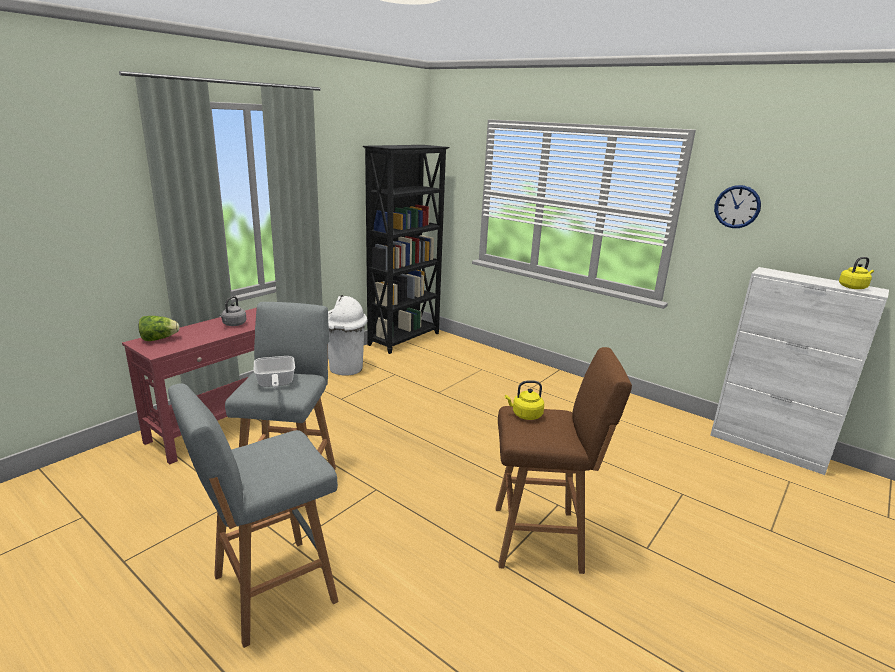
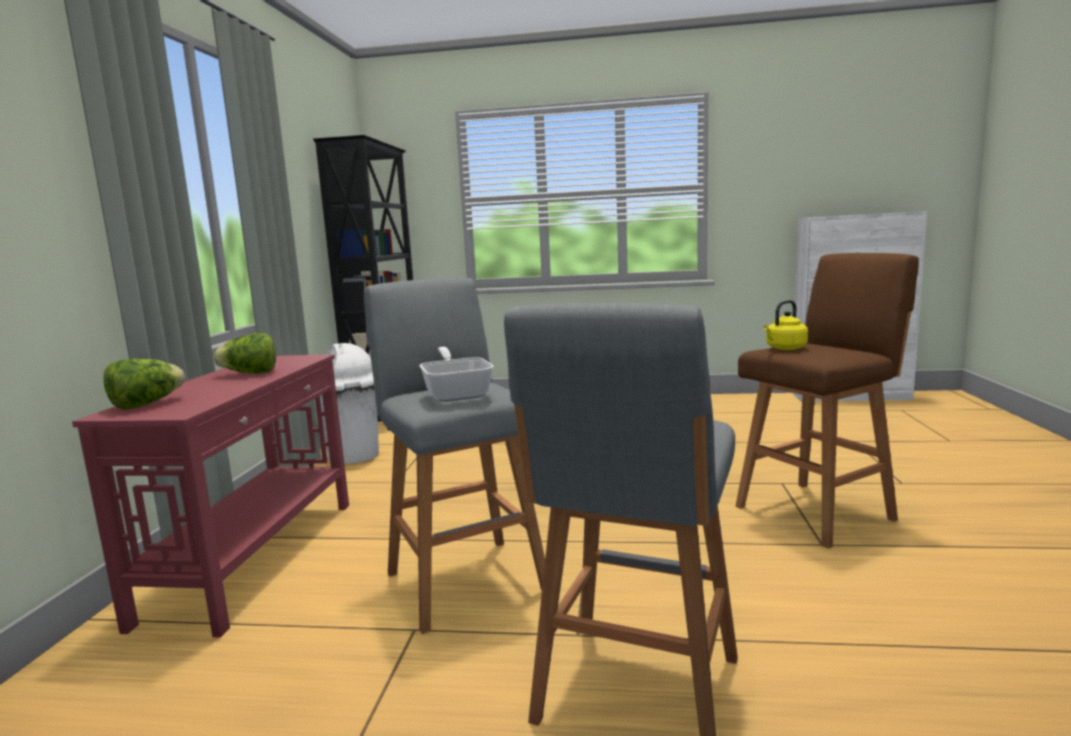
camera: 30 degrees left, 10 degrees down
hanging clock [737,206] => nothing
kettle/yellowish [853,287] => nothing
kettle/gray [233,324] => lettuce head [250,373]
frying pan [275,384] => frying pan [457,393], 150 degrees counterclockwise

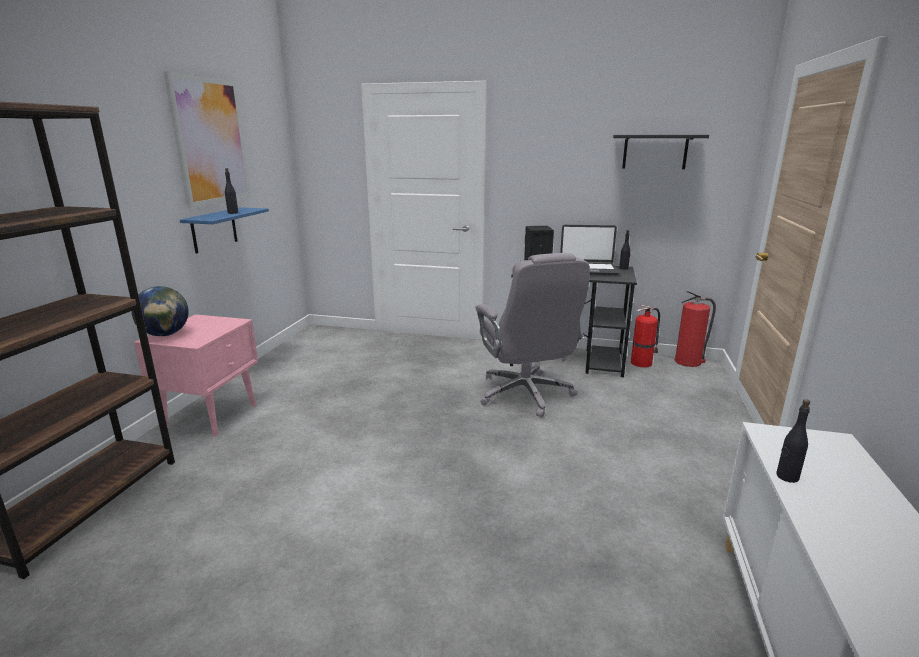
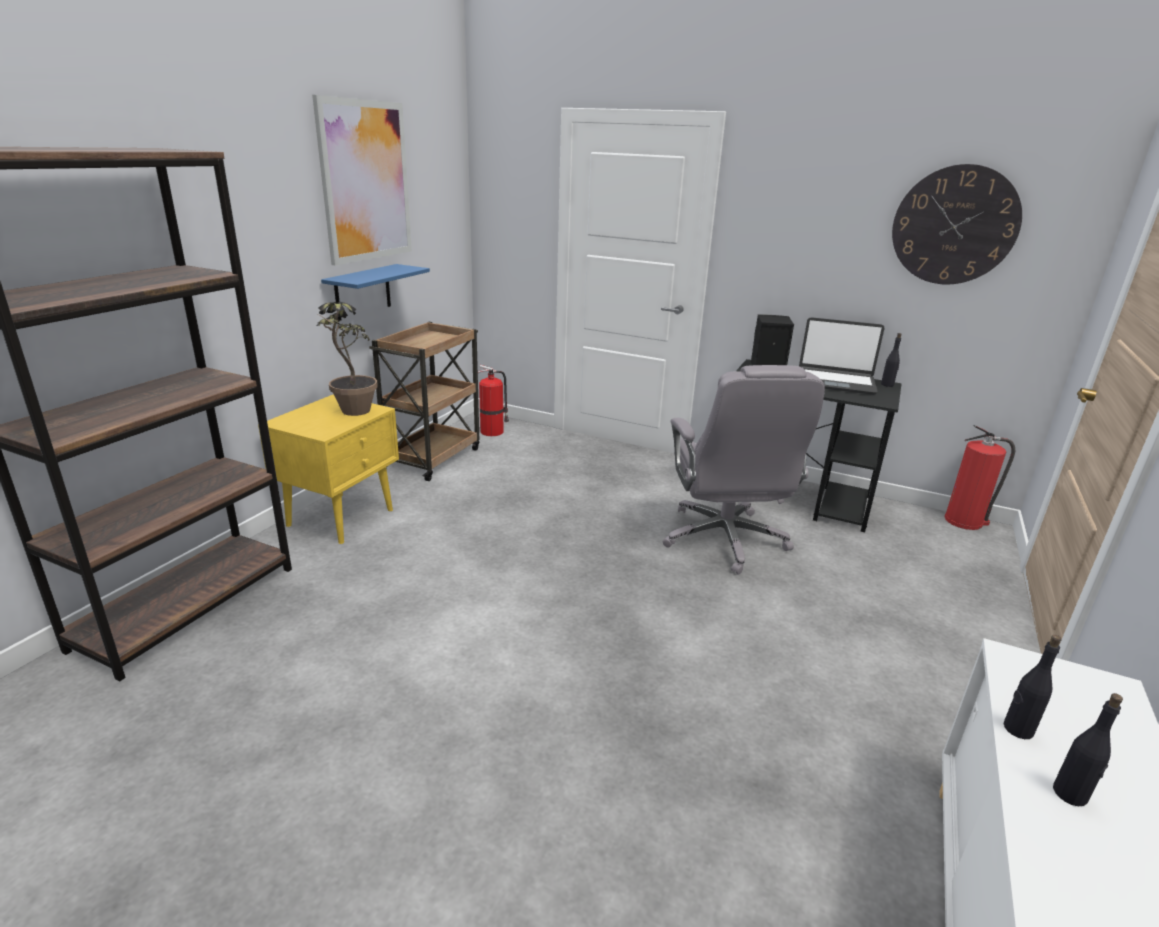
camera: 10 degrees right, 5 degrees up
wall shelf/black-coloured [655,151] => hanging clock [954,225]
drink bottle/black-coloured [233,213] => drink bottle/black-coloured [1070,794], move
globe [165,335] => nothing
extinguisher [642,363] => extinguisher [493,431], move
night table/pink [212,415] => night table/yellowish [342,517]
nothing => plant in a pot [352,414]
nothing => trolley/brown [433,457]

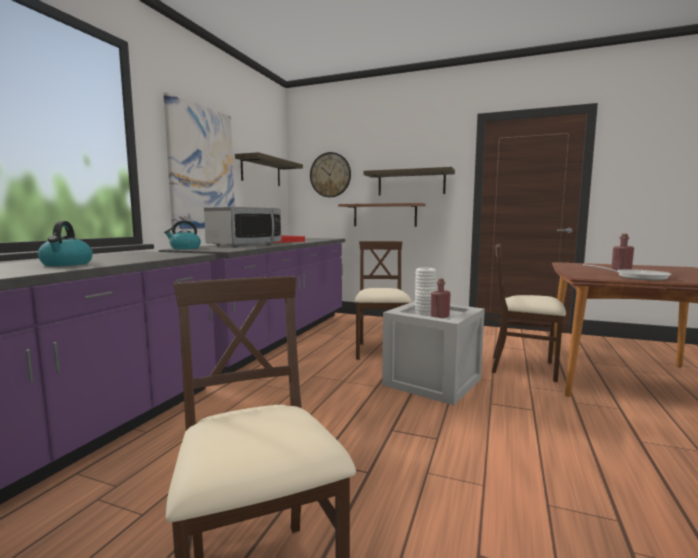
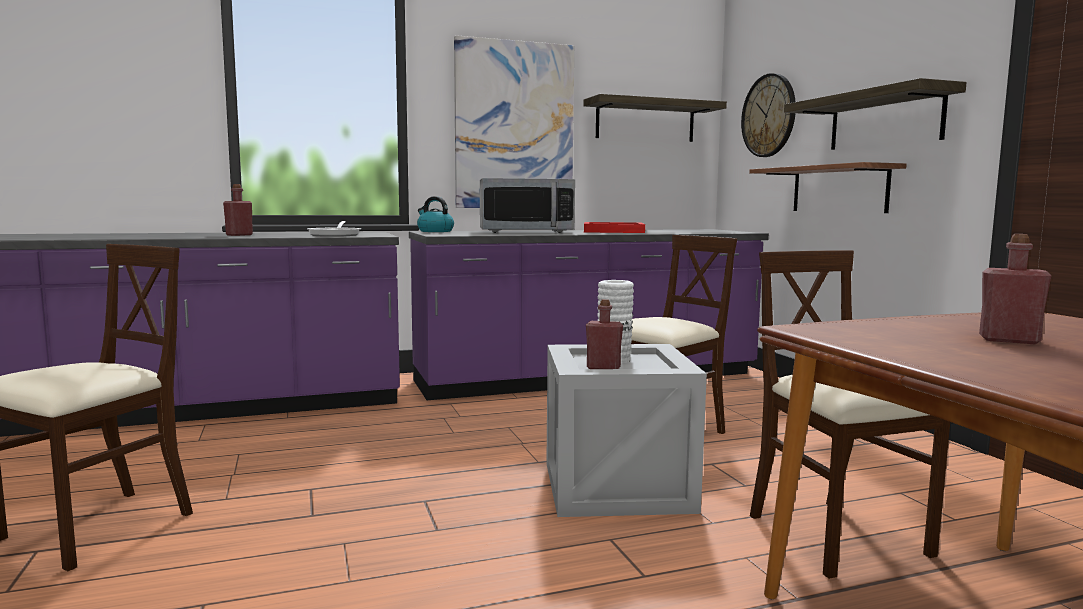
camera: 50 degrees right, 0 degrees up
kettle [66,264] => drink bottle/reddish [239,235]
frying pan [636,277] => frying pan [336,235], move

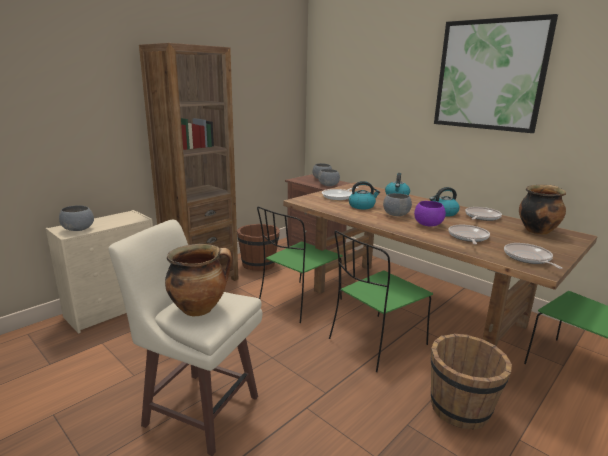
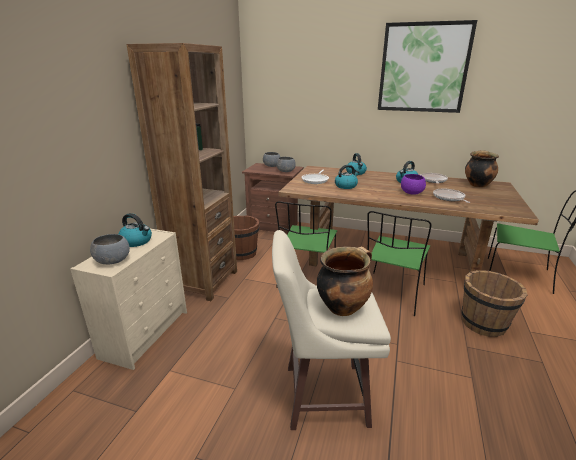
camera: 25 degrees left, 5 degrees up
deep dish/gray [396,214] => nothing
frying pan [528,258] => nothing
nothing => kettle [137,241]

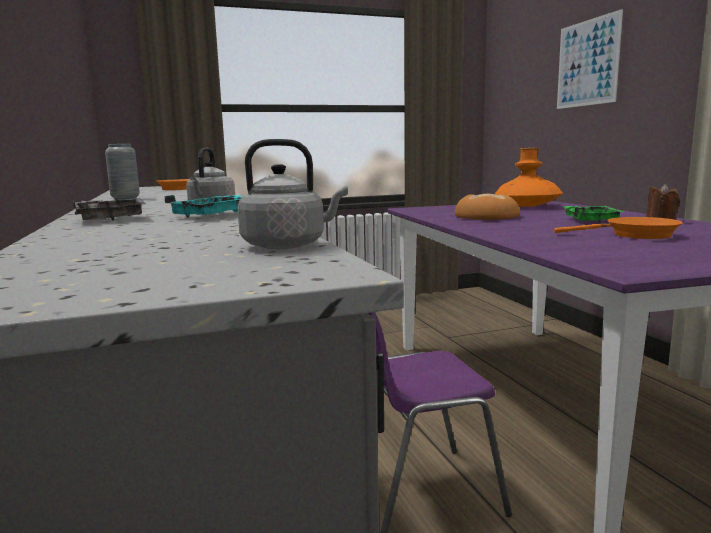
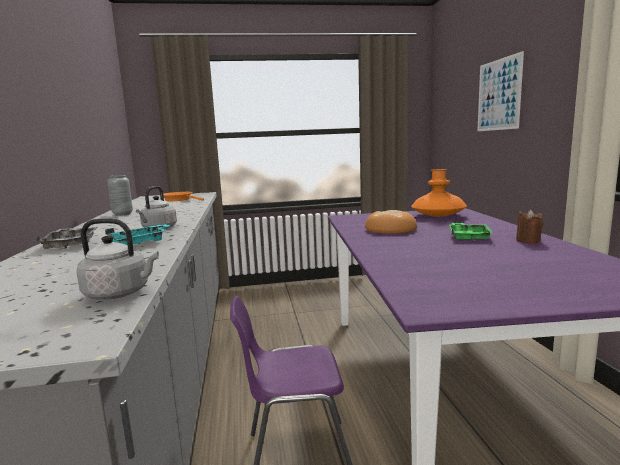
camera: 10 degrees right, 0 degrees up
frying pan/orangey [635,235] => nothing

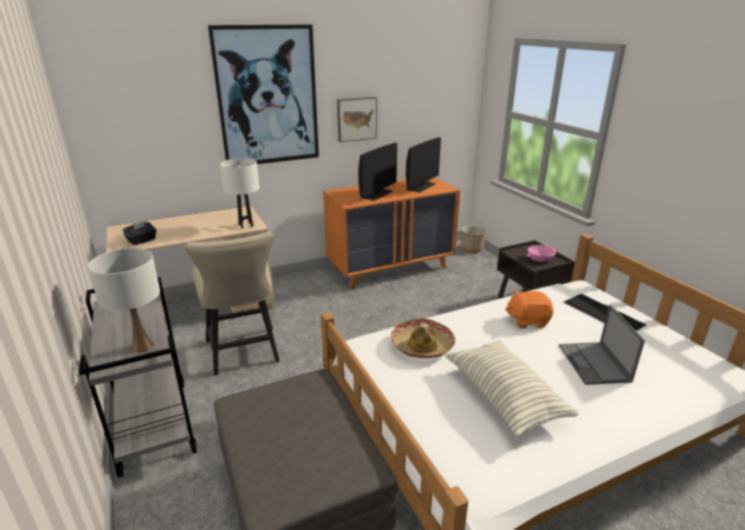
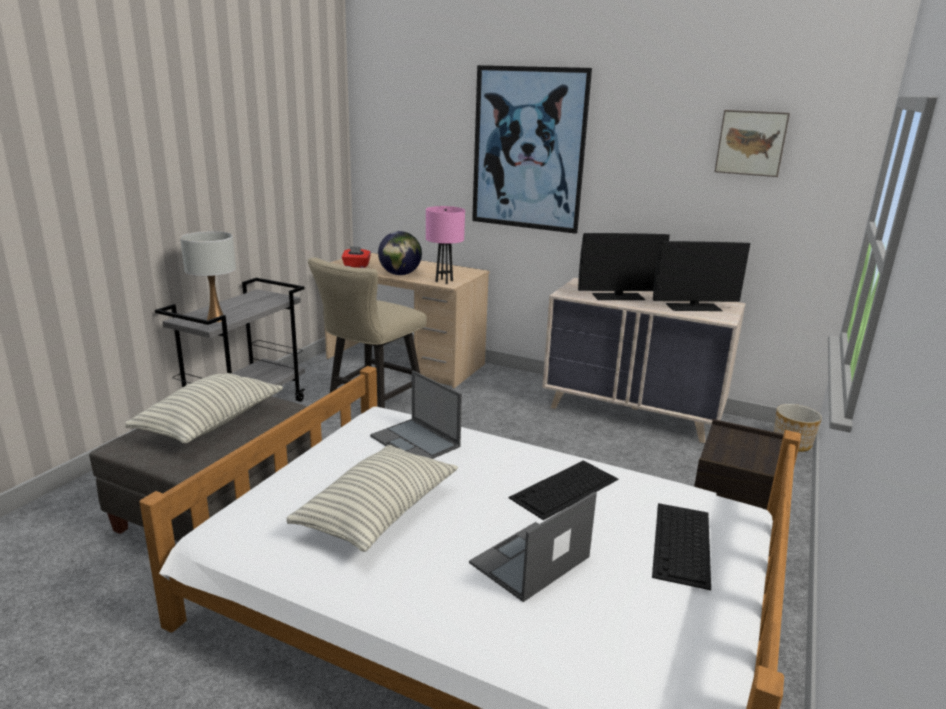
camera: 50 degrees right, 5 degrees down
wall art [356,119] => wall art [751,143], move
lamp for a table/white [246,225] => lamp for a table/pink [444,281]
chest of drawers/orangey [390,268] => chest of drawers/beige-coloured [633,412]
tissue holder/black-coloured [142,241] => tissue holder/reddish [356,266]
deep dish/pink [540,259] => nothing
cuddly toy/orangey [527,320] => computer keyboard [564,489]
clothing hat [422,345] => laptop [416,442]
nothing => globe [400,274]
nothing => cushion [211,423]

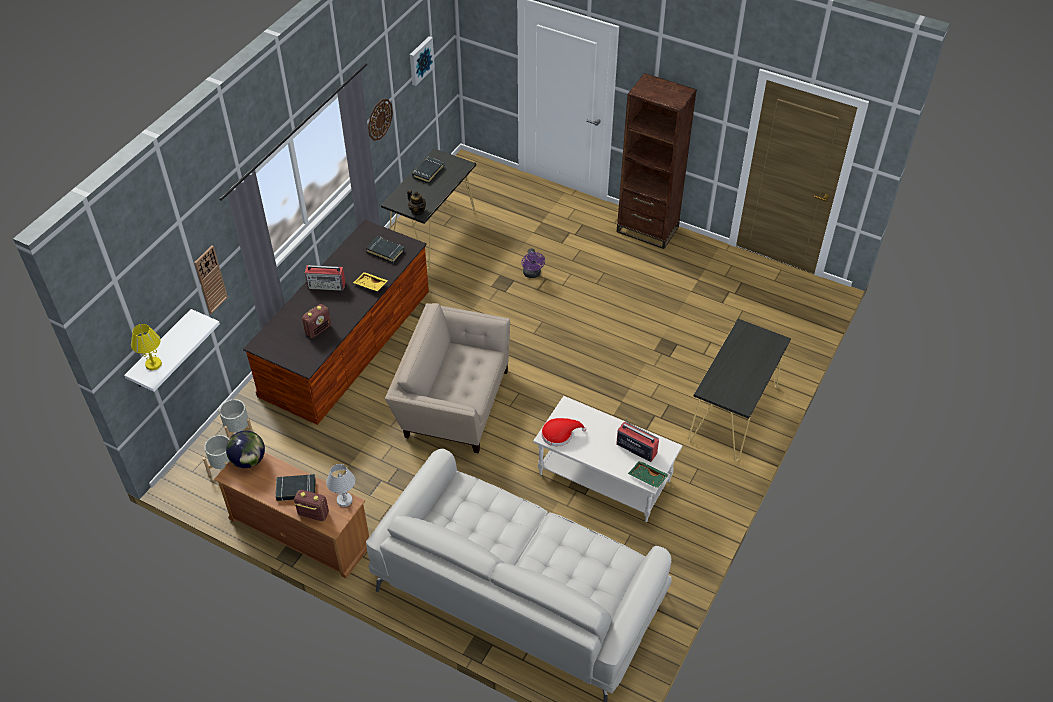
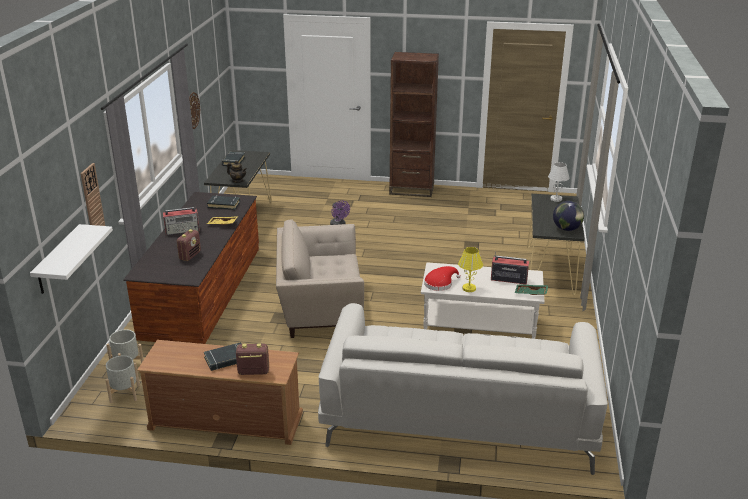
camera: 20 degrees left, 20 degrees down
wall art [420,60] => nothing
lamp for a table/yellowish [153,364] => lamp for a table/yellowish [469,288], move
globe [249,460] => globe [567,229], move
lamp for a table/white [344,500] => lamp for a table/white [556,199], move

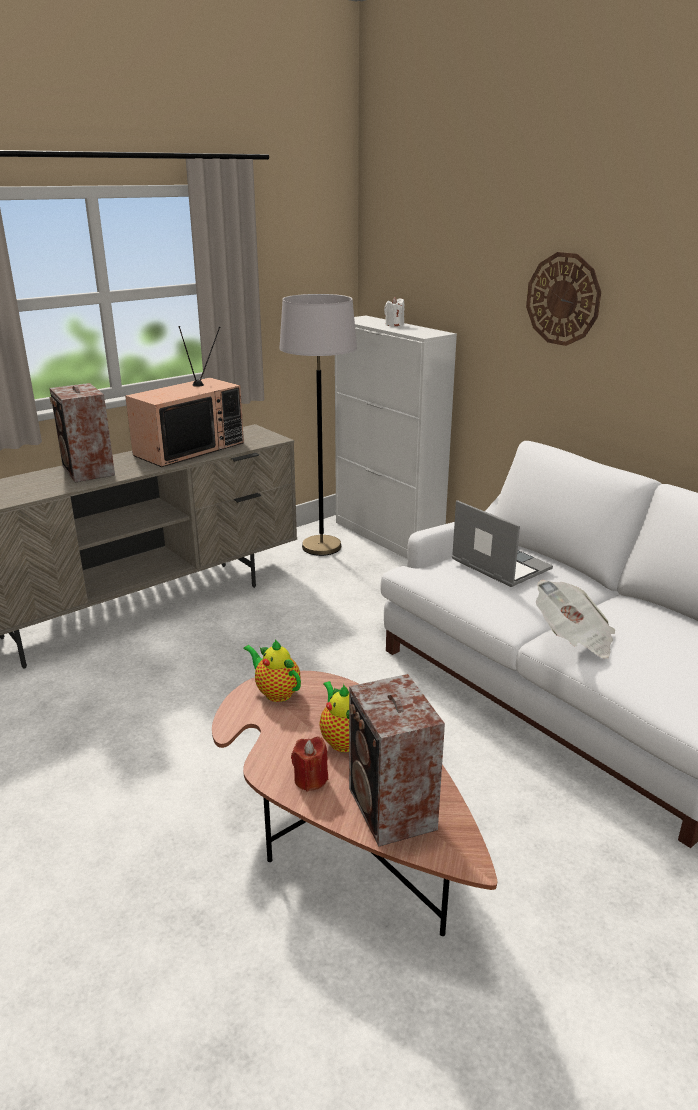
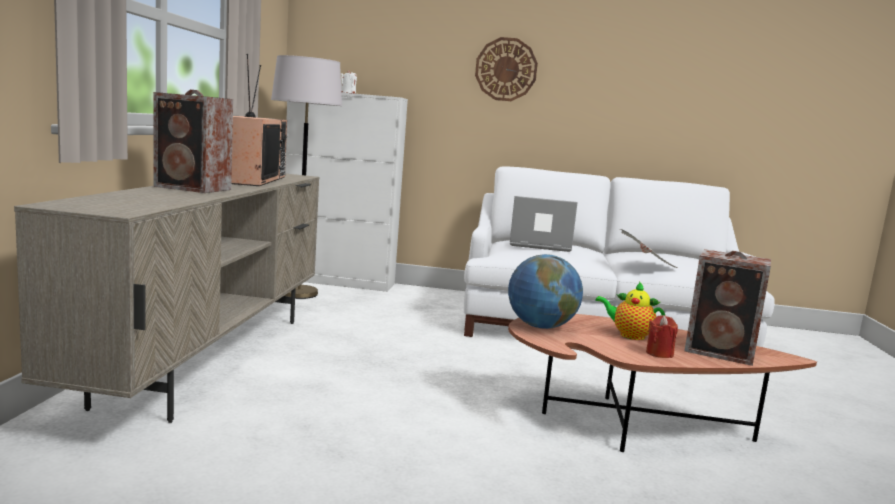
camera: 45 degrees left, 15 degrees down
tea pot [276,692] => globe [541,326]

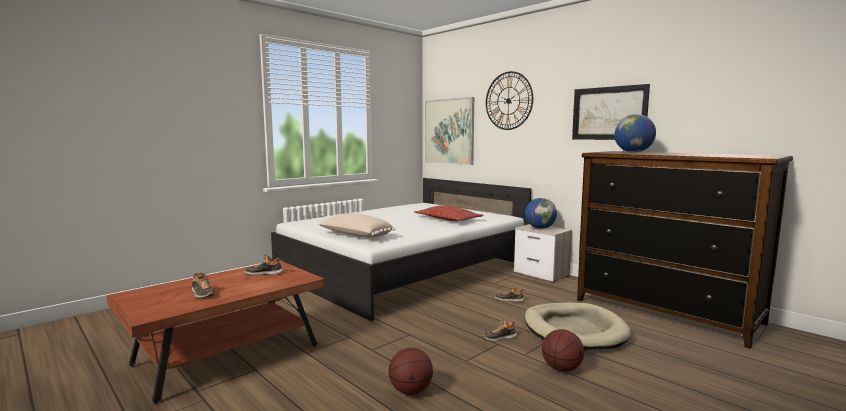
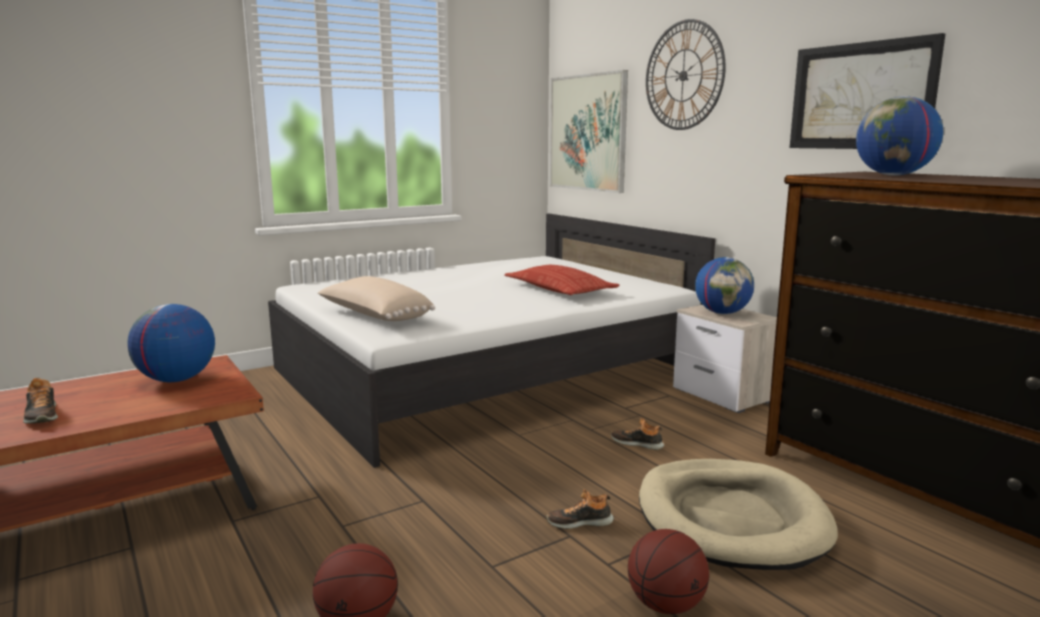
camera: 10 degrees right, 5 degrees up
item of footwear [264,273] => globe [176,380]

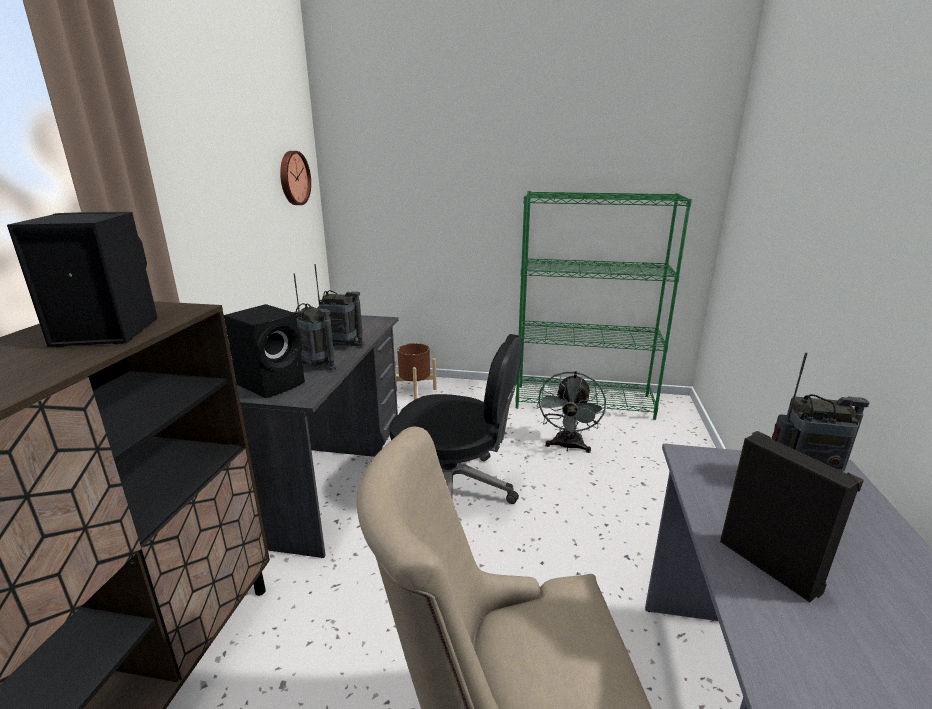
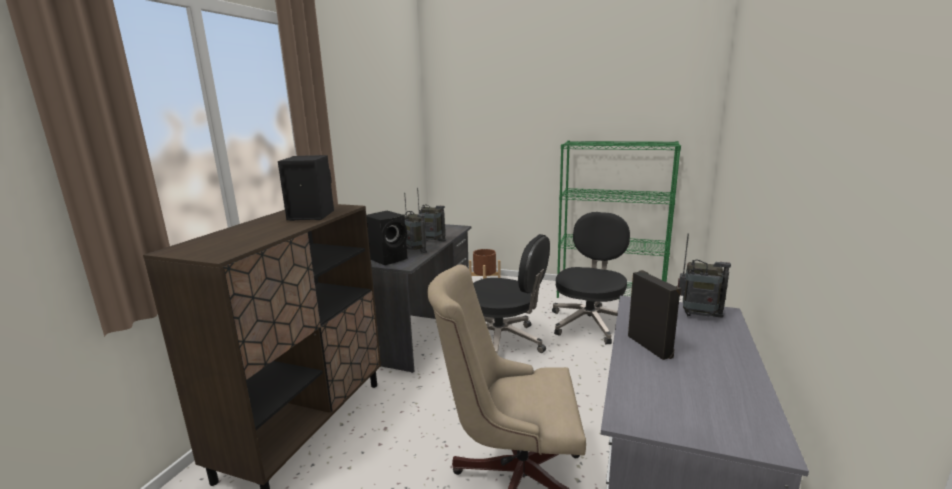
camera: 10 degrees right, 5 degrees down
hanging clock [293,178] => nothing
cooling fan/gray [568,447] => office chair/black-coloured [589,323]

